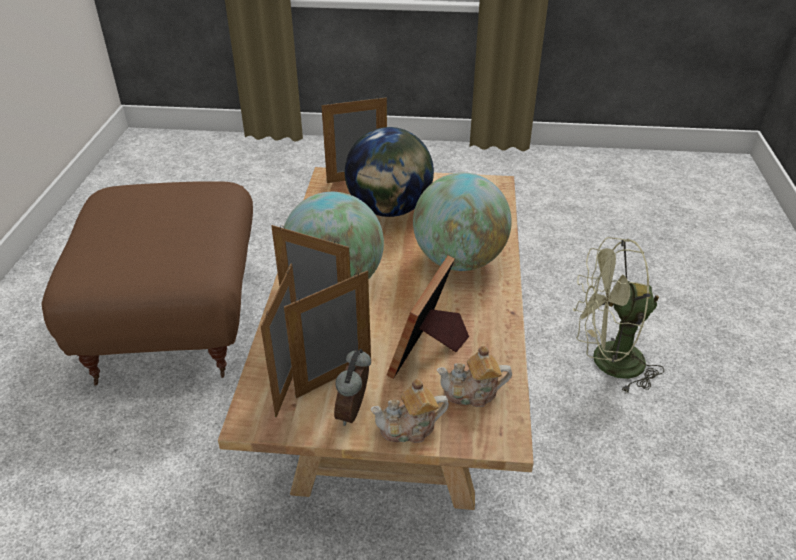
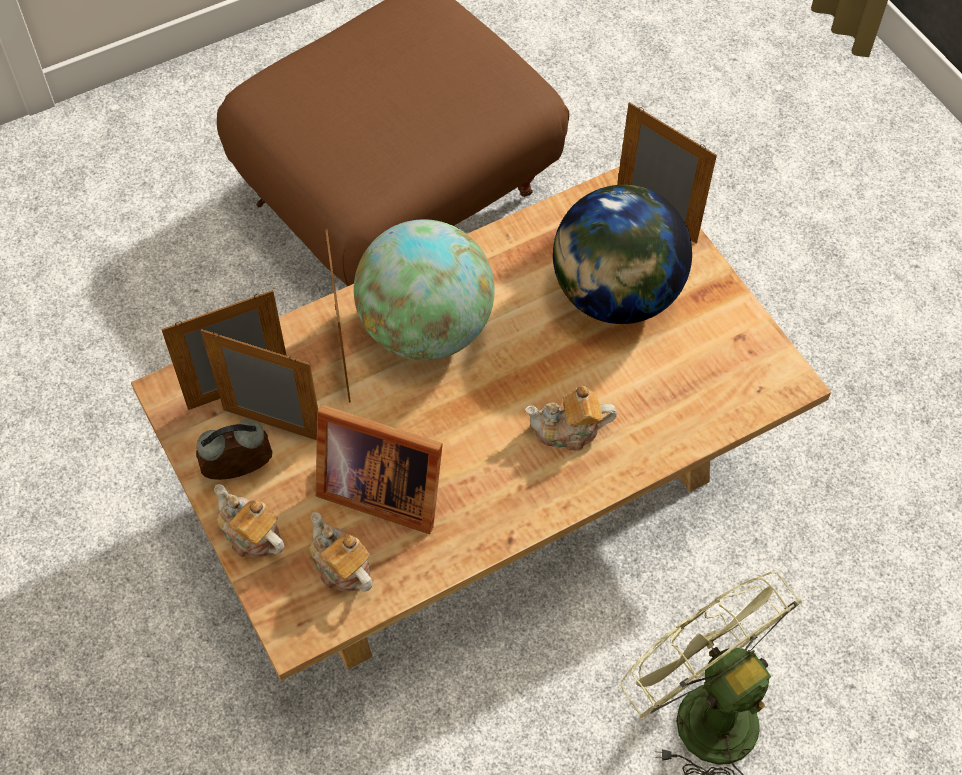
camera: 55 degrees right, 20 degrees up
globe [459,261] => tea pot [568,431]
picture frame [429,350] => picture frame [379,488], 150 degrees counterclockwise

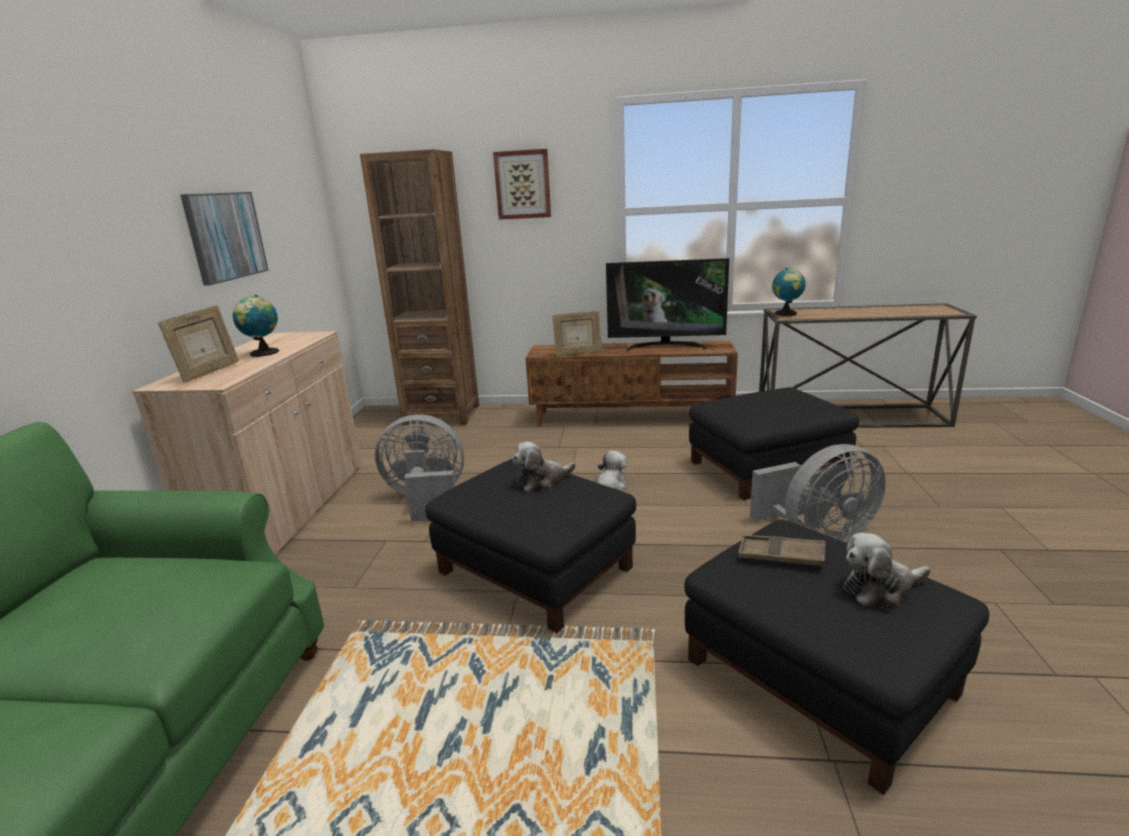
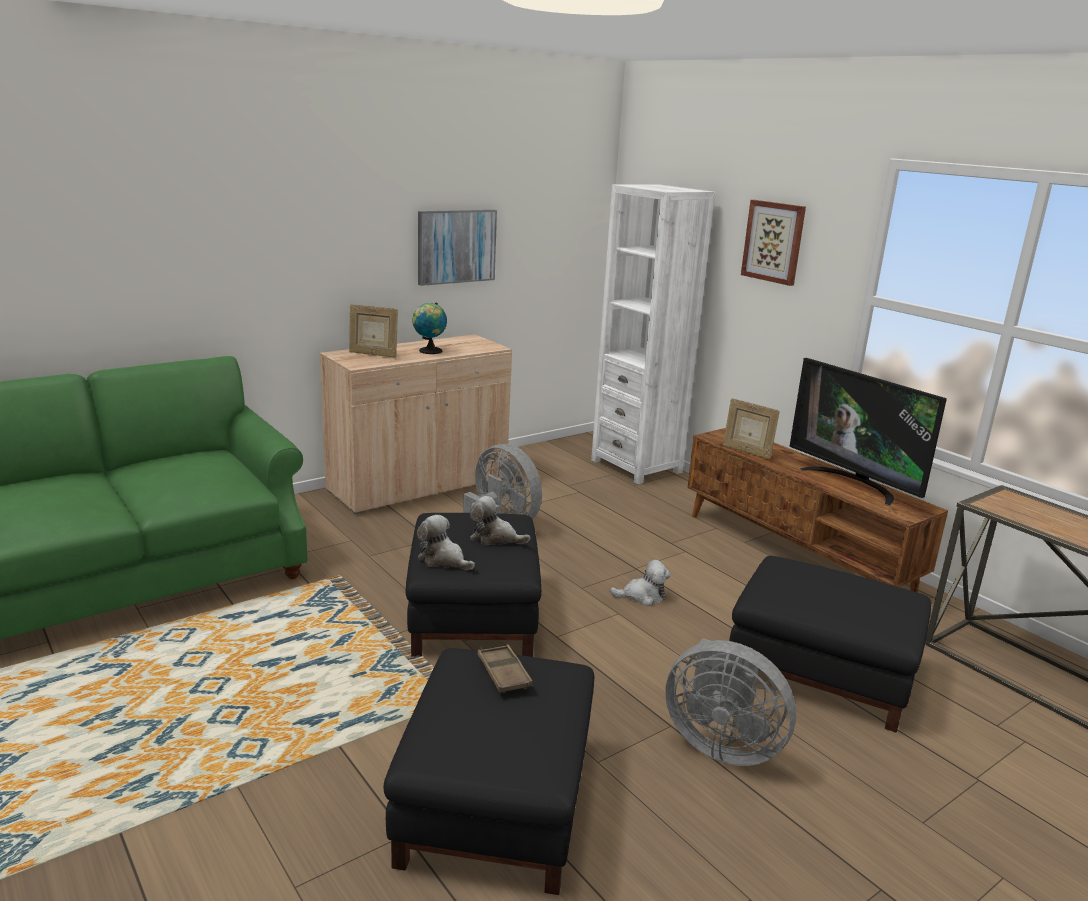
camera: 45 degrees right, 0 degrees up
bookshelf/brown [442,415] => bookshelf/white [636,466]
globe [786,314] => nothing
picture frame [209,372] => picture frame [373,354], 45 degrees clockwise
cuddly toy [880,588] => cuddly toy [443,560], move

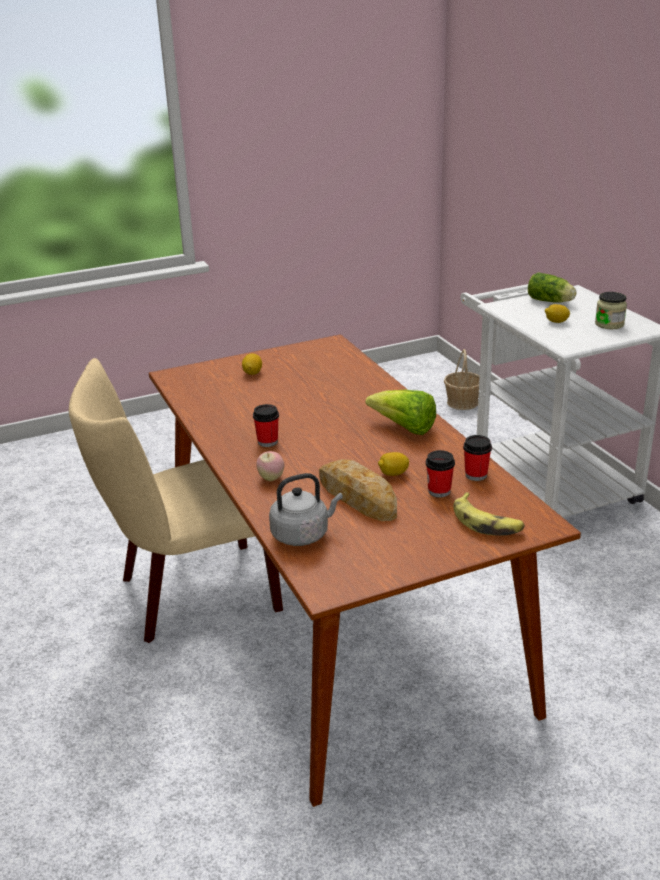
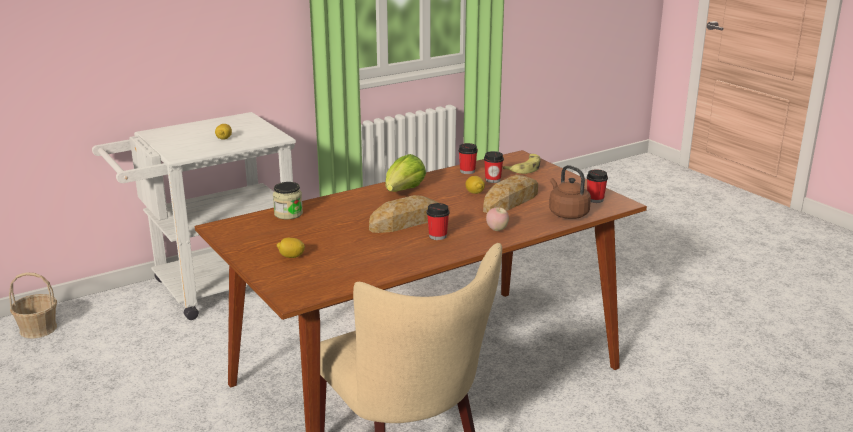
camera: 100 degrees left, 5 degrees down
lettuce head [551,301] => nothing
storage jar [609,324] => storage jar [288,214], move
kettle/gray [303,534] => kettle/brown [567,213]
nothing => drinking cup [595,200]
nothing => baked bread [406,222]

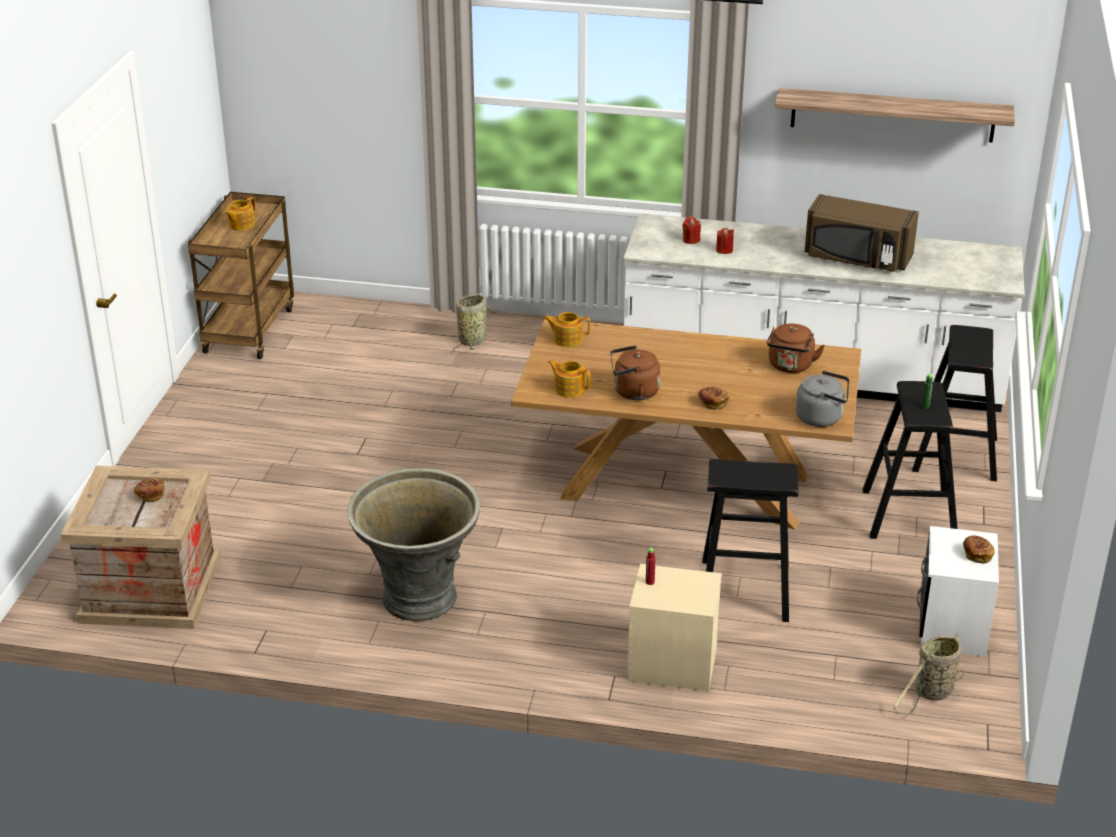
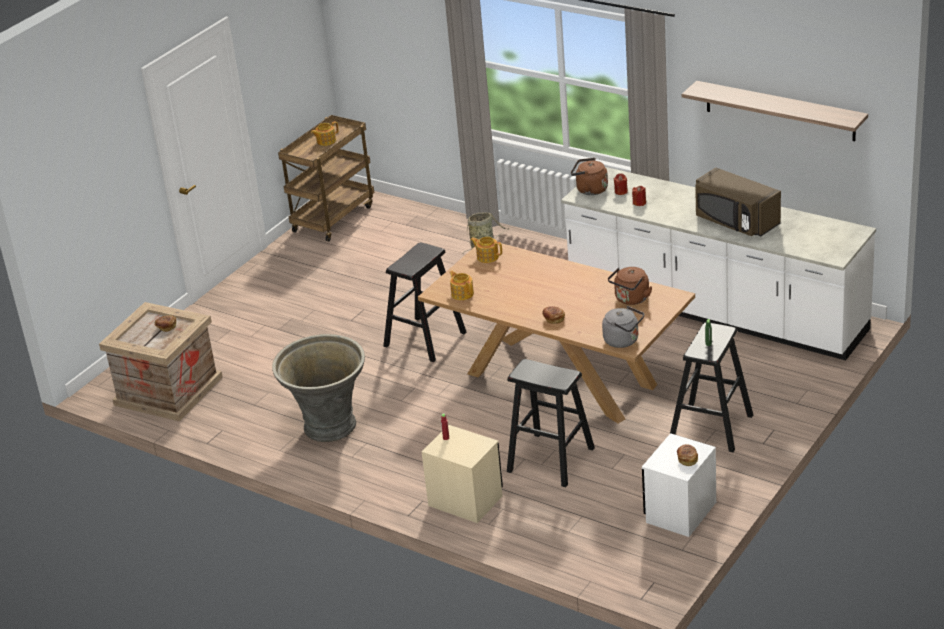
camera: 25 degrees right, 0 degrees up
stool seat/black-coloured [955,454] => stool seat/black-coloured [425,339], move
kettle/brown [633,392] => kettle/brown [589,190], move
household basket [931,693] => nothing

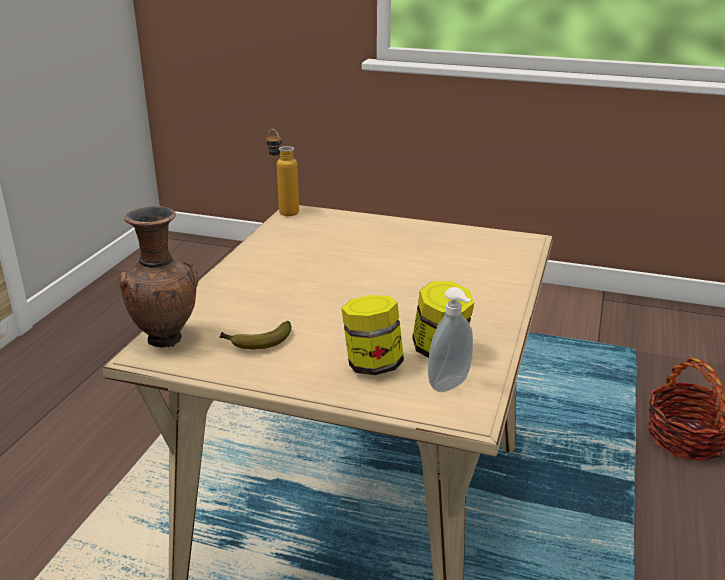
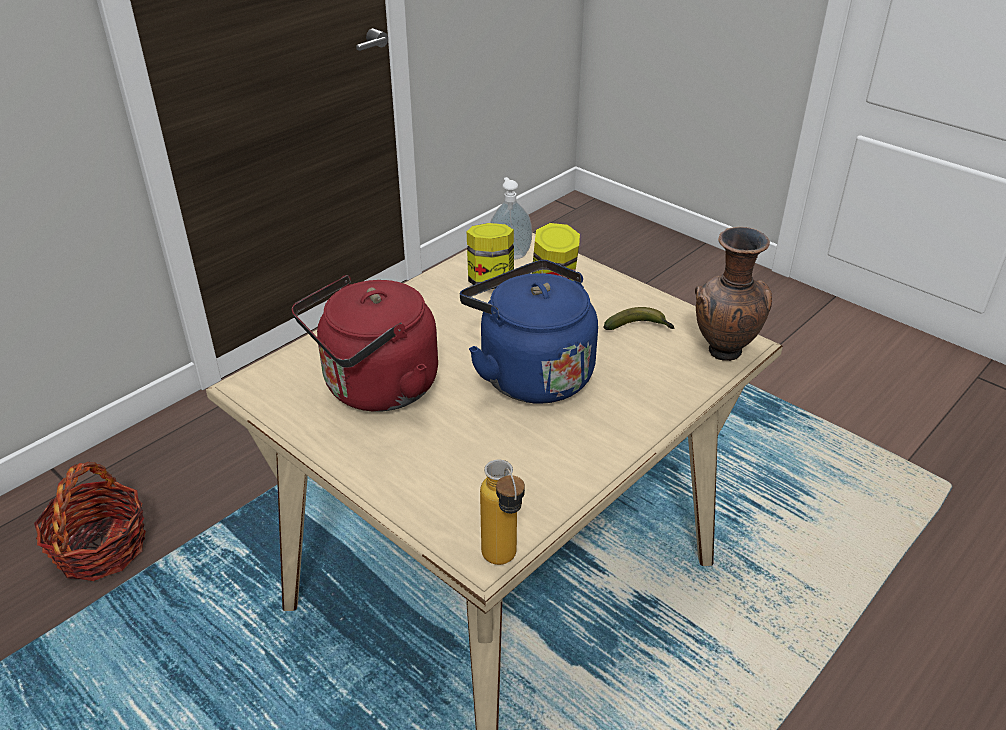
camera: 155 degrees left, 10 degrees up
nothing => kettle/blue [530,373]
nothing => kettle/reddish [375,389]

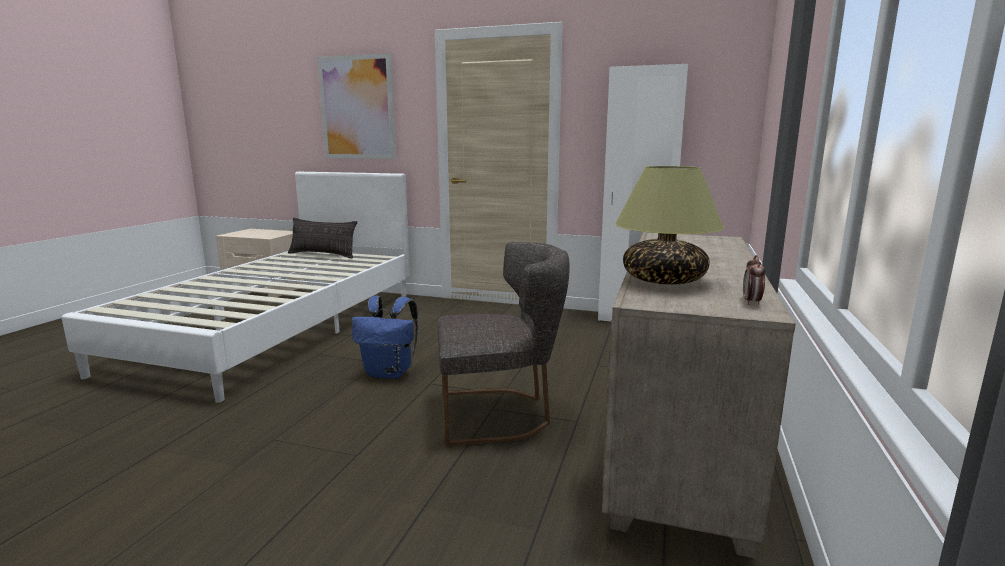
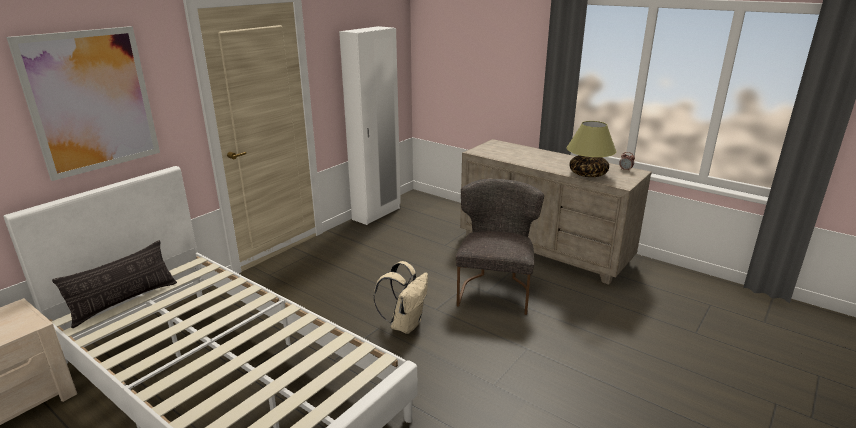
camera: 70 degrees left, 10 degrees up
knapsack/blue [390,373] => knapsack/beige-coloured [405,324]

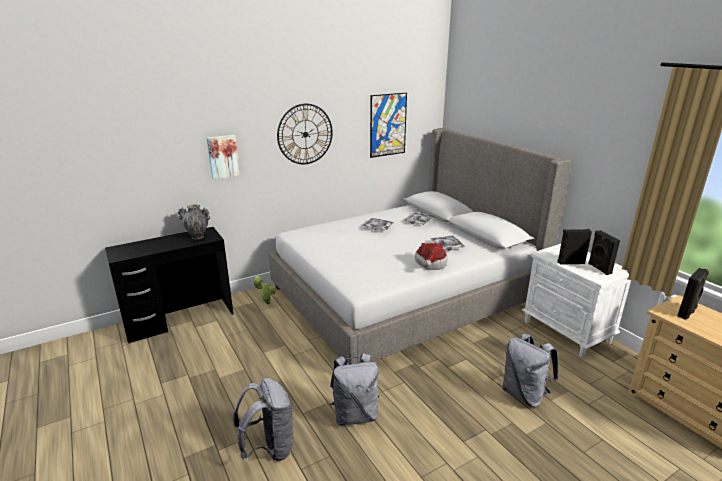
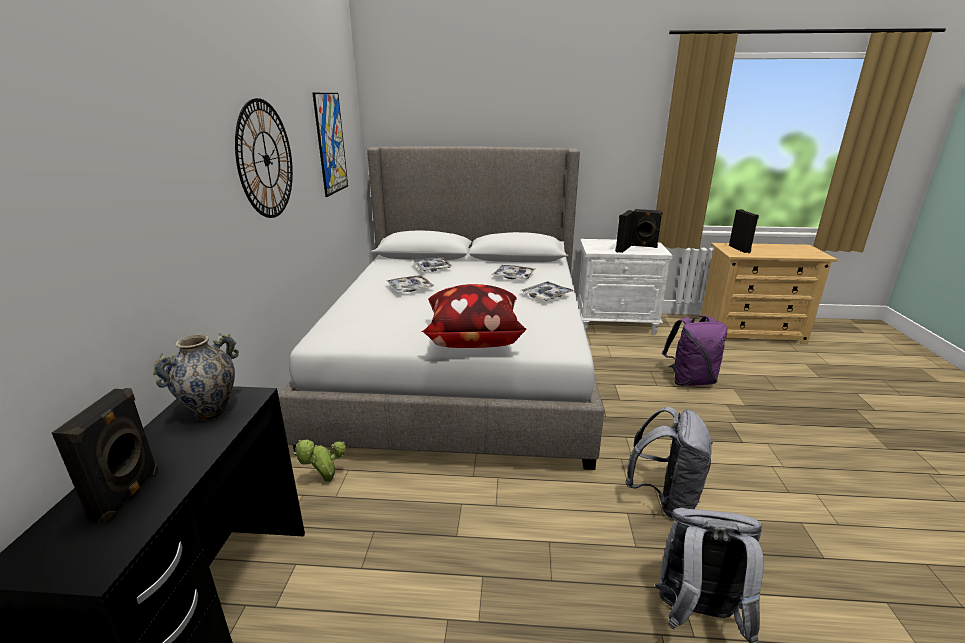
camera: 55 degrees left, 0 degrees up
wall art [222,156] => nothing
clothing hat [430,264] => tray [546,295]
knapsack/gray [524,394] => knapsack/purple-coloured [690,380]
nothing => cushion [472,339]
nothing => audio speaker/black-coloured [128,495]

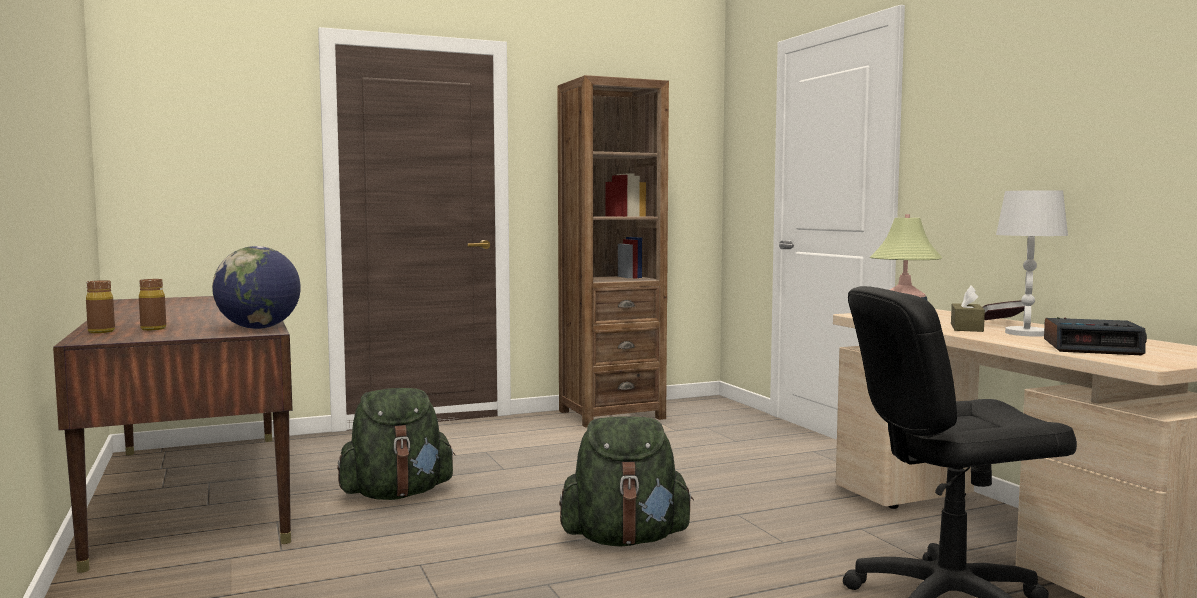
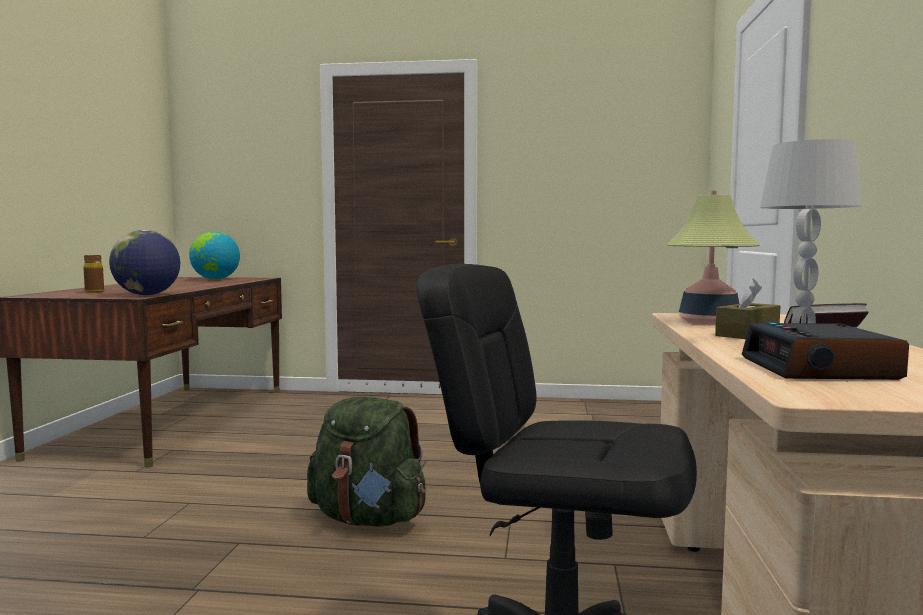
camera: 30 degrees right, 0 degrees up
bookshelf/brown [611,415] => nothing
drink bottle/brown [101,331] => nothing
bedside clock [1092,348] => bedside clock [820,368], 45 degrees clockwise
knapsack/green-coloured [397,494] => nothing
nothing => globe [215,279]

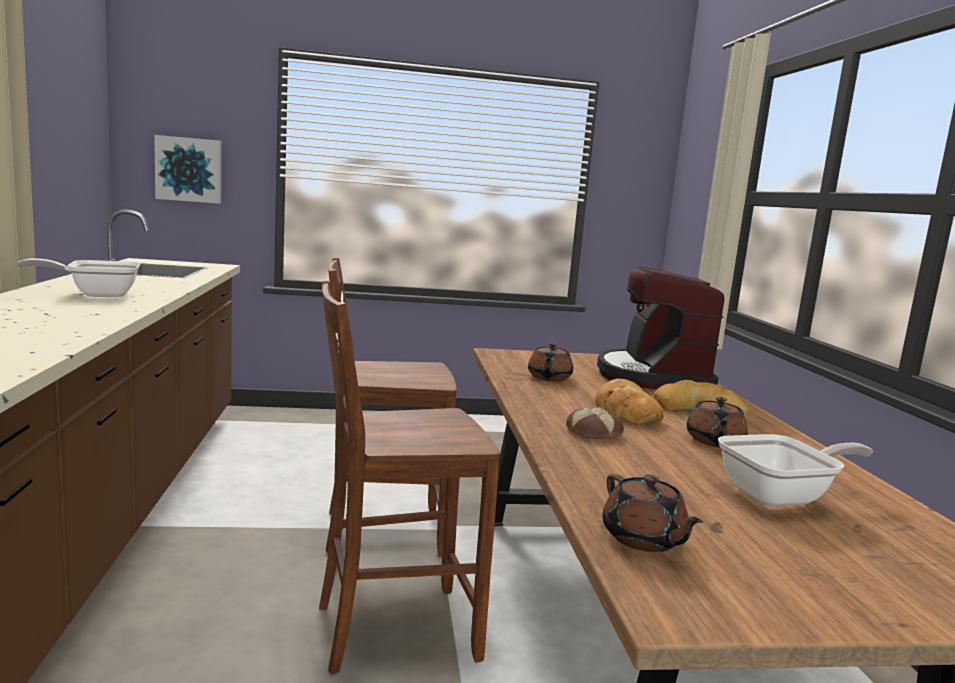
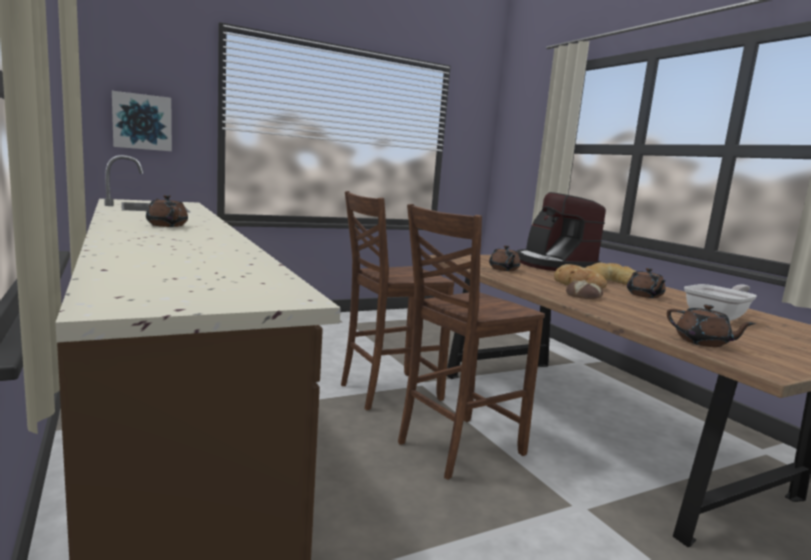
camera: 20 degrees left, 0 degrees up
frying pan [96,294] => tea pot/brown [167,225]

